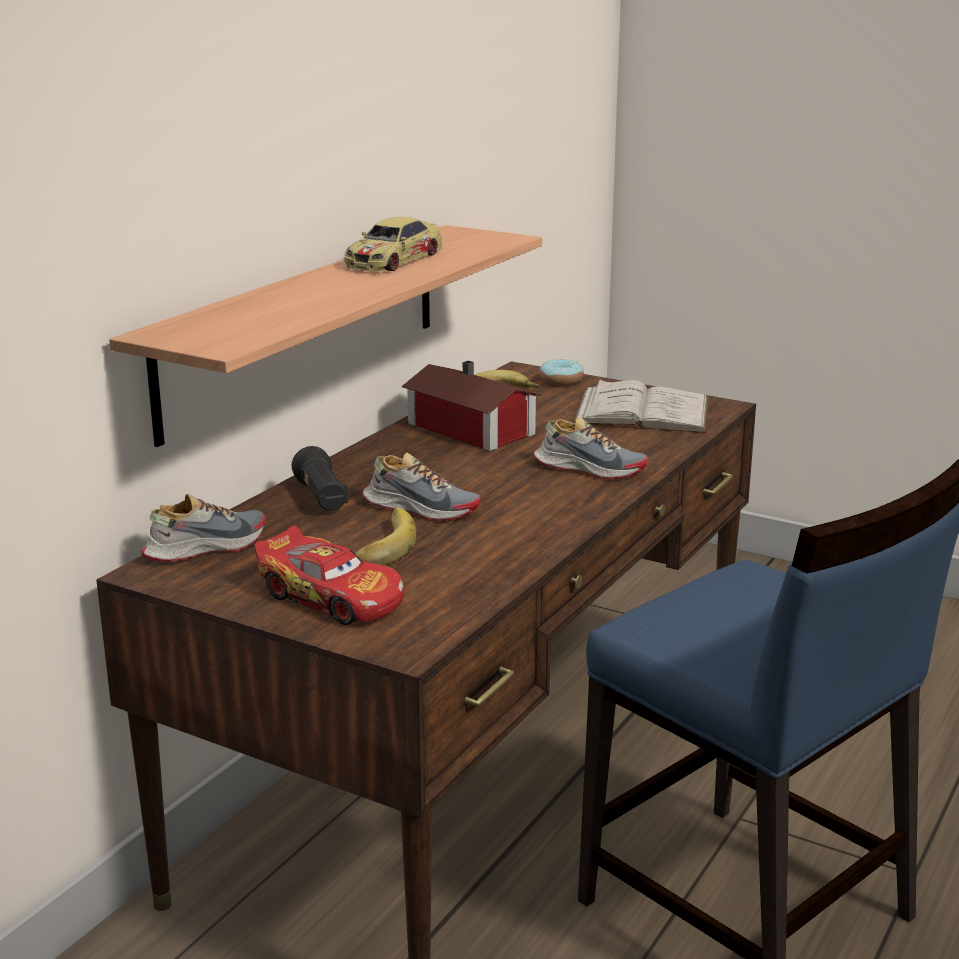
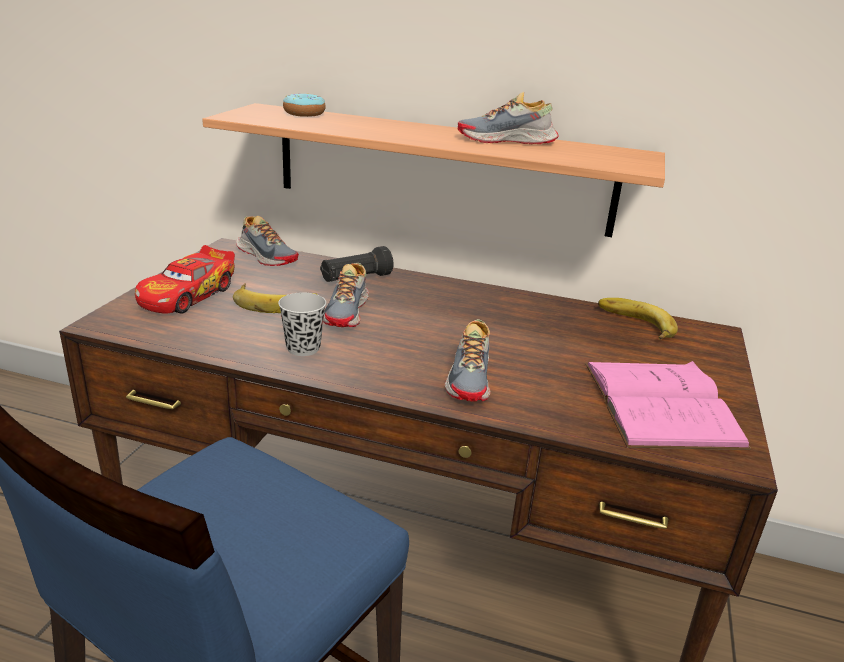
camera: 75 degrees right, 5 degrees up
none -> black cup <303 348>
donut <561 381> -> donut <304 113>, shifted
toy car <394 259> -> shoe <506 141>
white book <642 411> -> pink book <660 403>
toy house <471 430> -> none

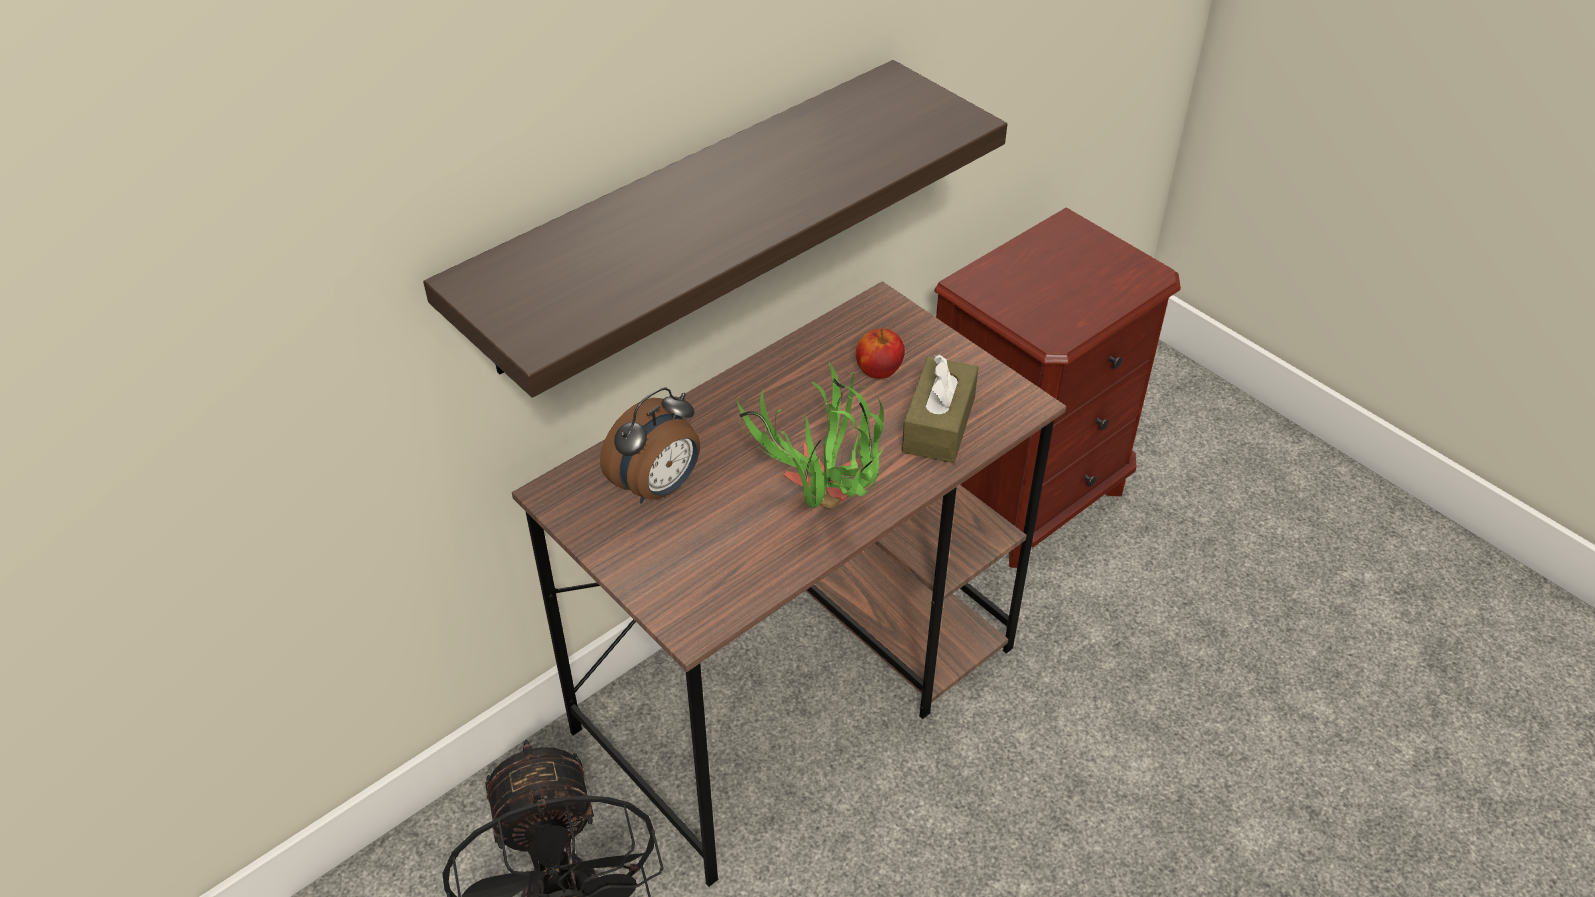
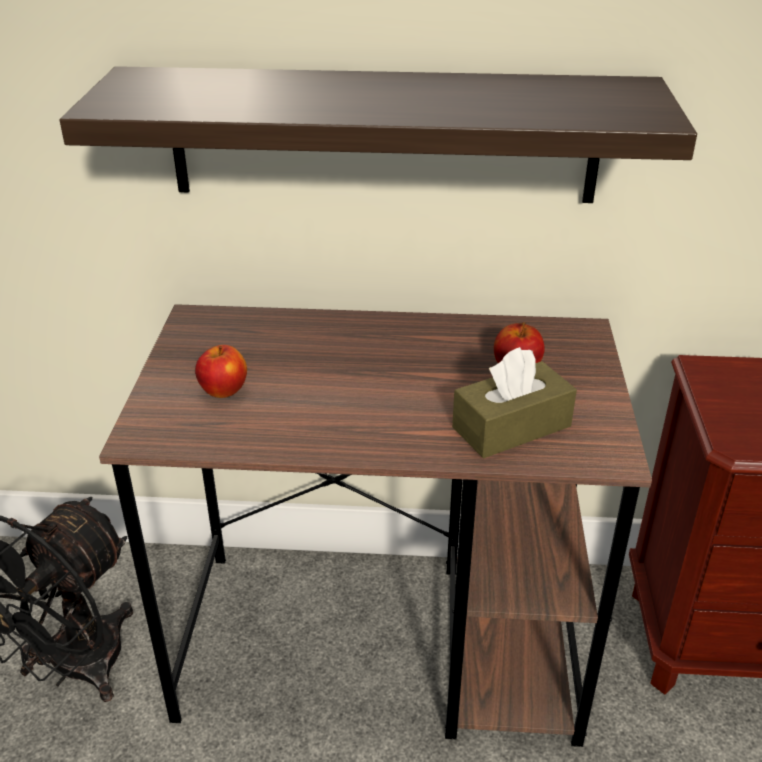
camera: 45 degrees right, 10 degrees down
none -> apple <223 391>
alarm clock <658 487> -> none
potted plant <822 515> -> none

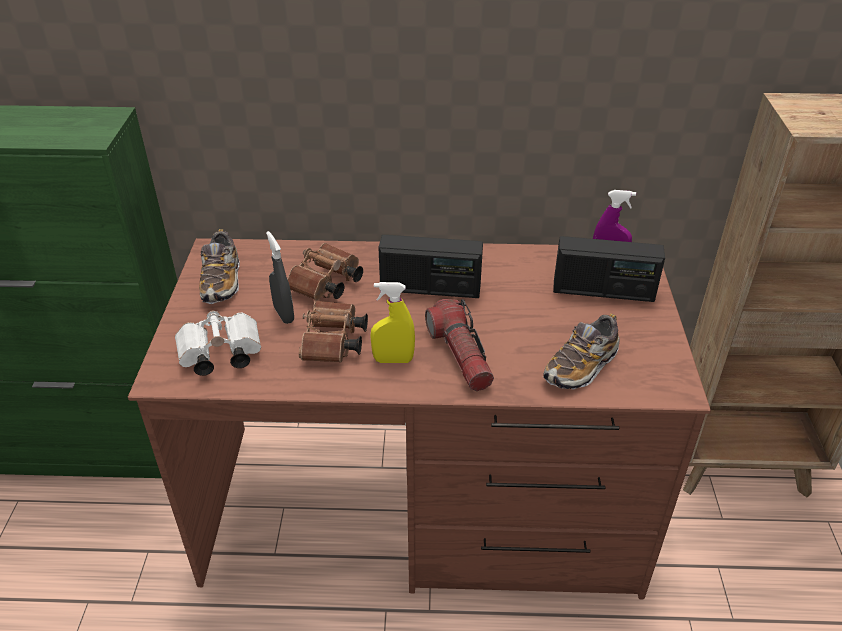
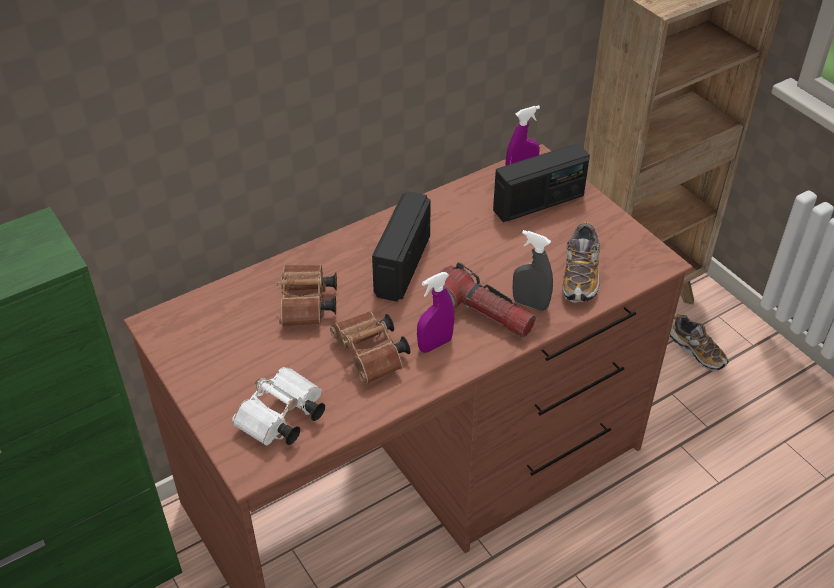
camera: 35 degrees left, 5 degrees up
radio <430 288> -> radio <401 265>, 135 degrees clockwise
yellow spray bottle <393 360> -> purple spray bottle <435 344>
grey spray bottle <284 314> -> grey spray bottle <530 304>, shifted
shoe <222 282> -> shoe <697 351>, shifted

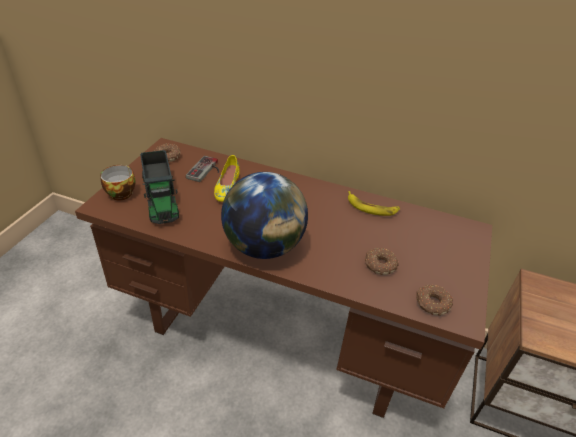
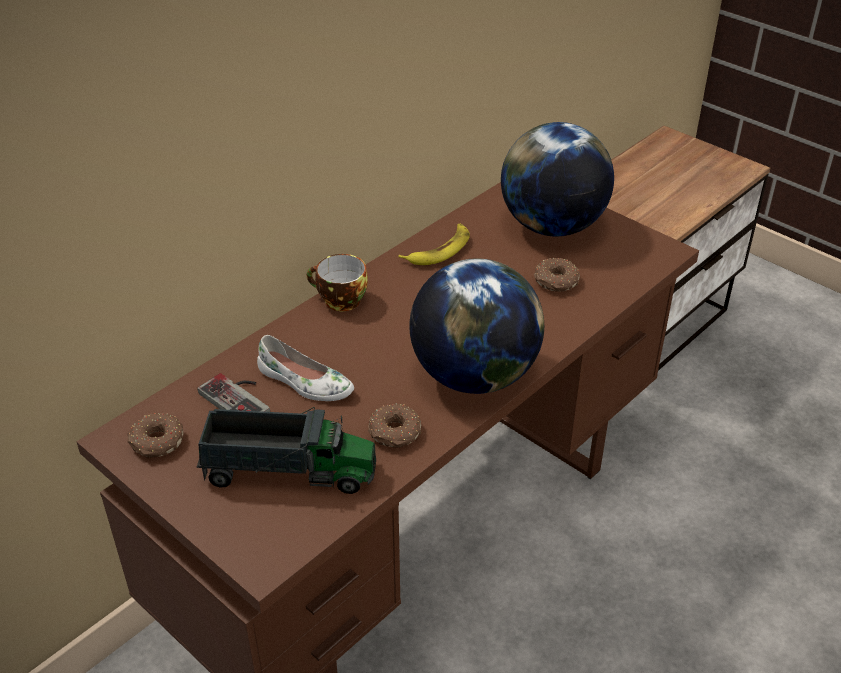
camera: 65 degrees left, 0 degrees up
yellow shoe <227 187> -> white shoe <304 382>
cup <120 192> -> cup <339 301>, shifted
donut <432 304> -> donut <394 433>, shifted
none -> globe <552 226>

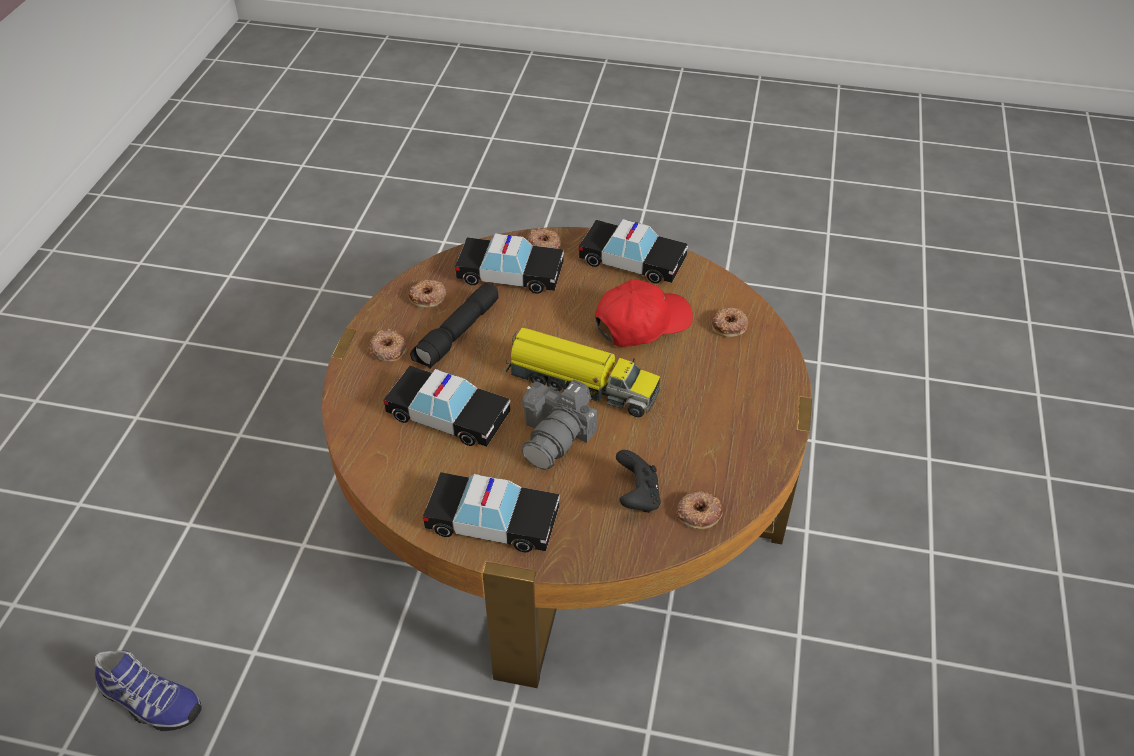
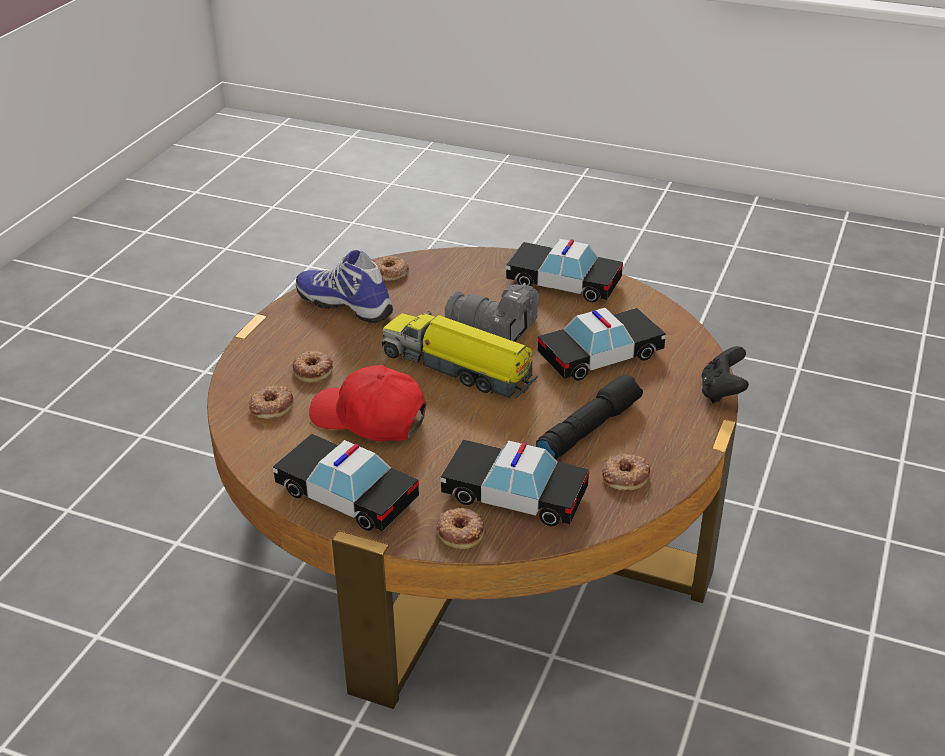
camera: 170 degrees left, 10 degrees down
donut <388 349> -> donut <313 370>, shifted
shoe <149 703> -> shoe <346 304>, shifted
red cap <641 323> -> red cap <369 418>, 45 degrees clockwise
photo camera <556 436> -> photo camera <495 330>, 105 degrees counterclockwise
toy car <448 416> -> toy car <600 355>, 120 degrees clockwise
black game controller <637 496> -> black game controller <721 392>, shifted

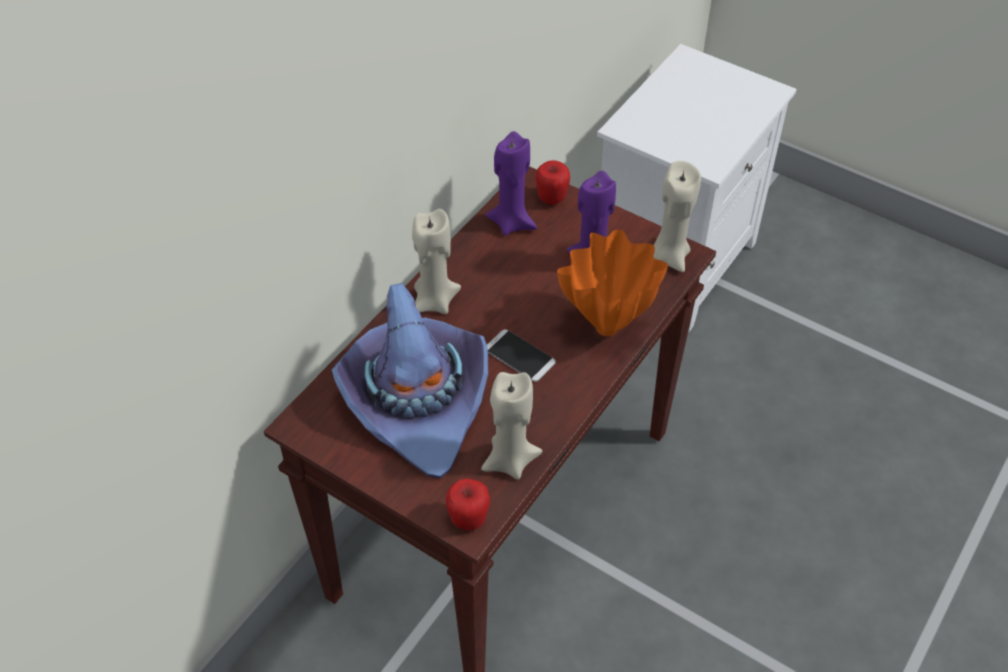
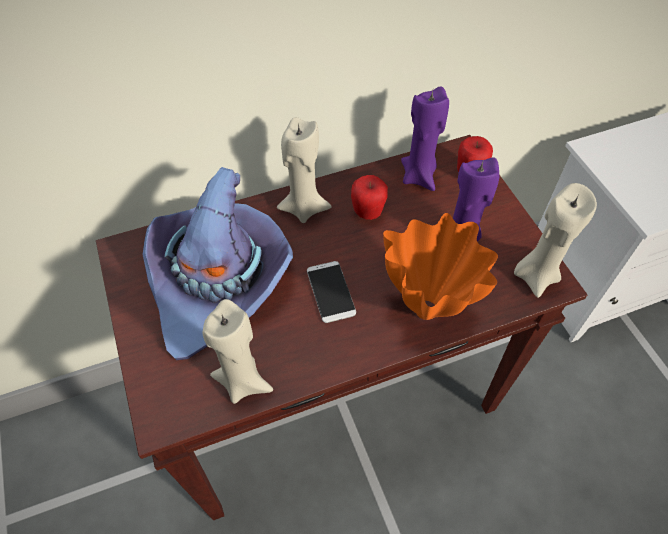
camera: 35 degrees right, 5 degrees up
apple <468 519> -> apple <368 212>, shifted

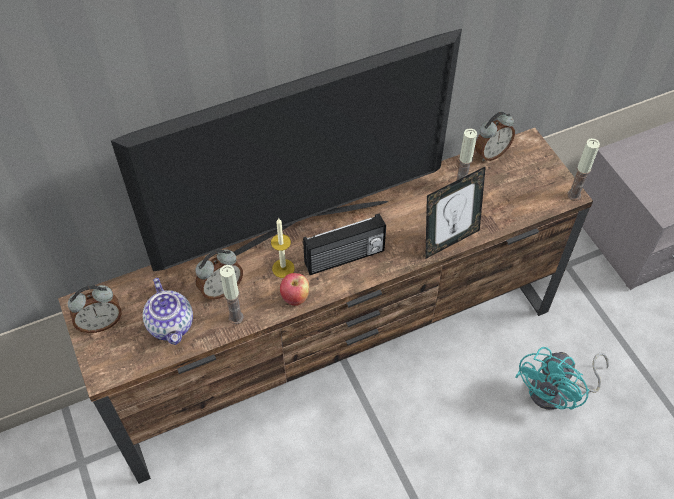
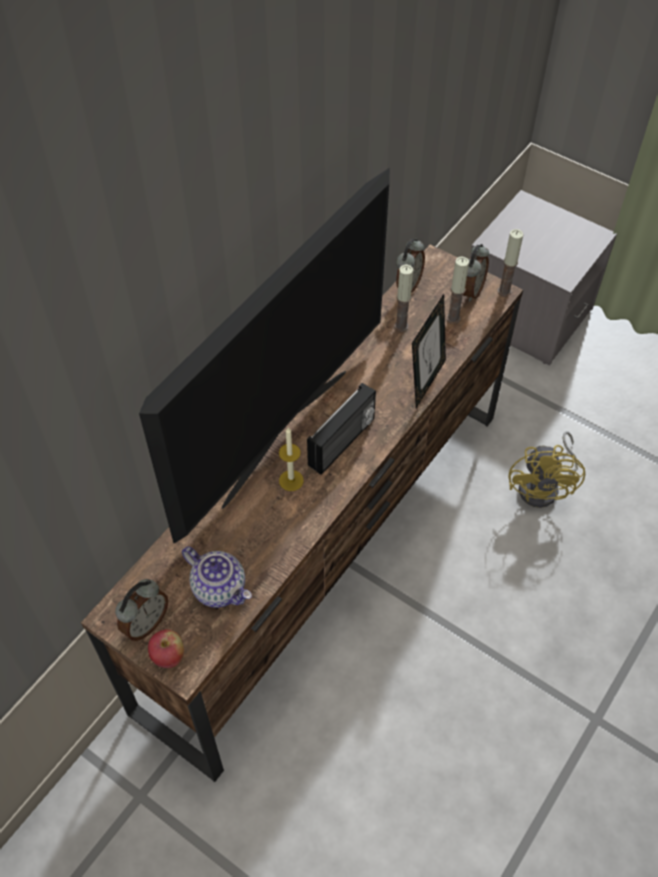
camera: 30 degrees left, 0 degrees up
apple <295 297> -> apple <168 656>, shifted
candle <236 317> -> candle <453 318>, shifted
alarm clock <221 289> -> alarm clock <471 290>, shifted
turquoise fan <556 392> -> yellow fan <544 487>

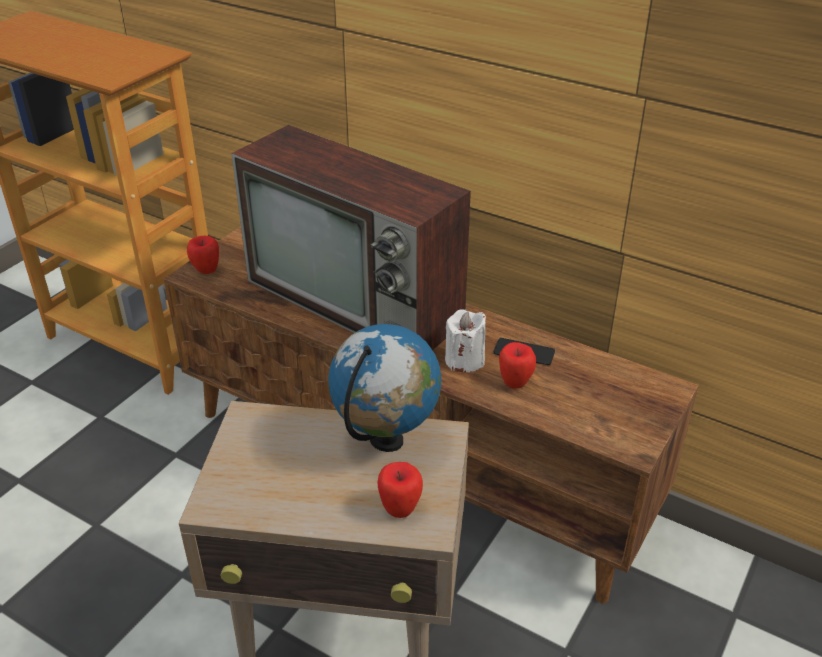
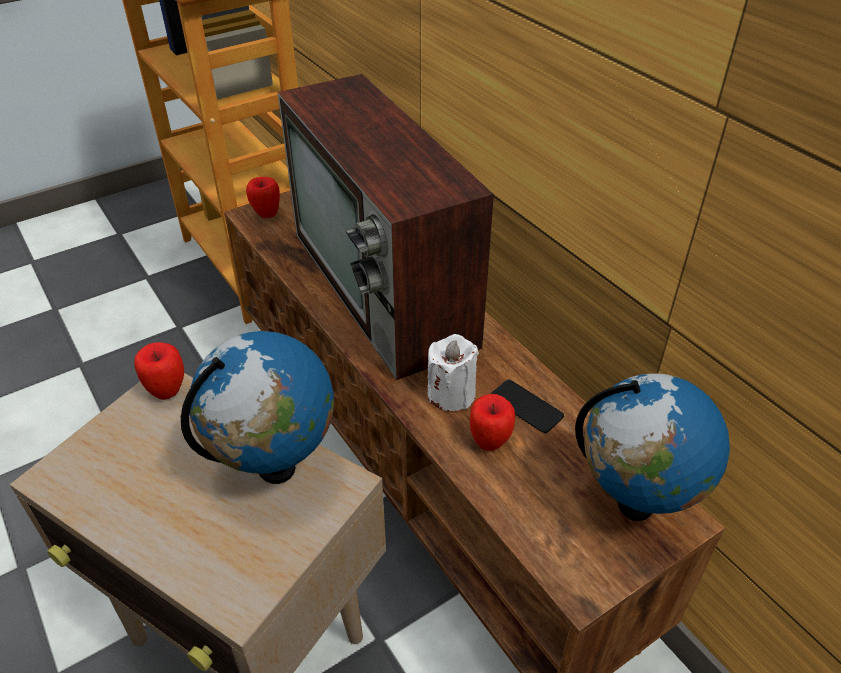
camera: 25 degrees right, 5 degrees up
apple <400 509> -> apple <167 391>, shifted
none -> globe <635 503>

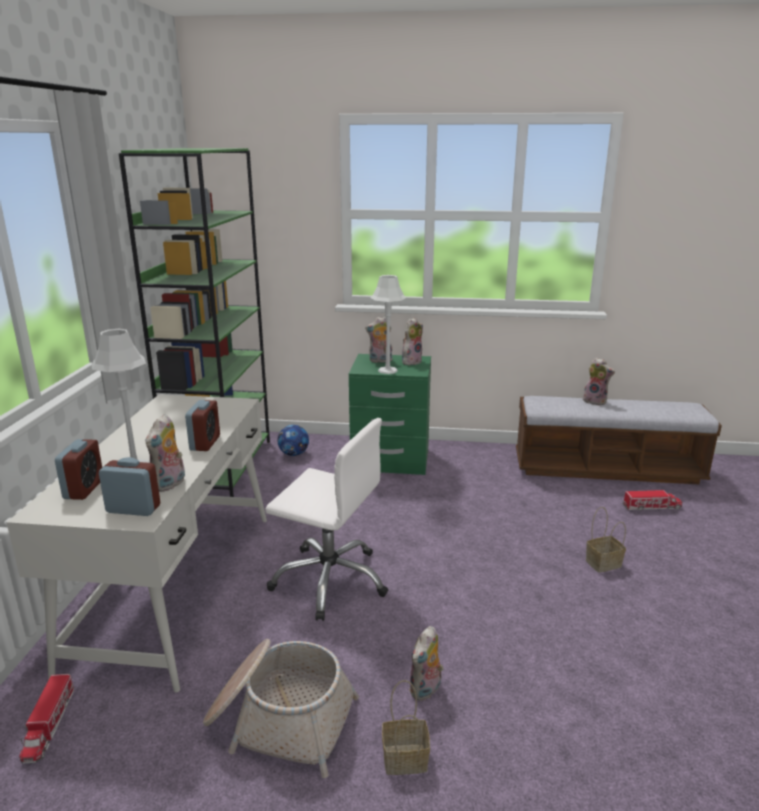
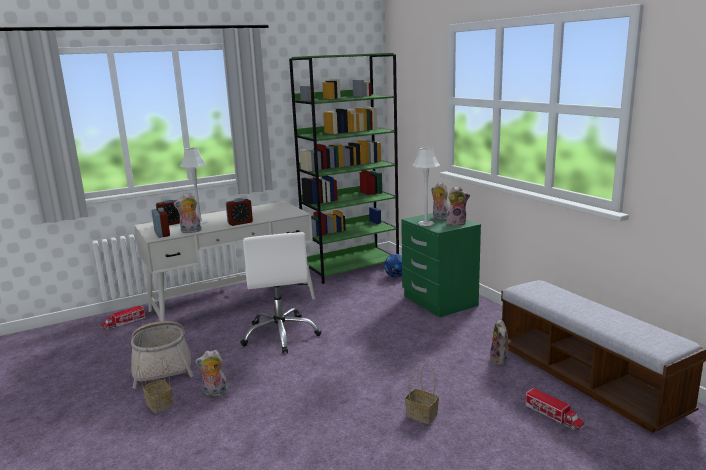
camera: 55 degrees right, 5 degrees down
plush toy <595 401> -> plush toy <500 360>, shifted

